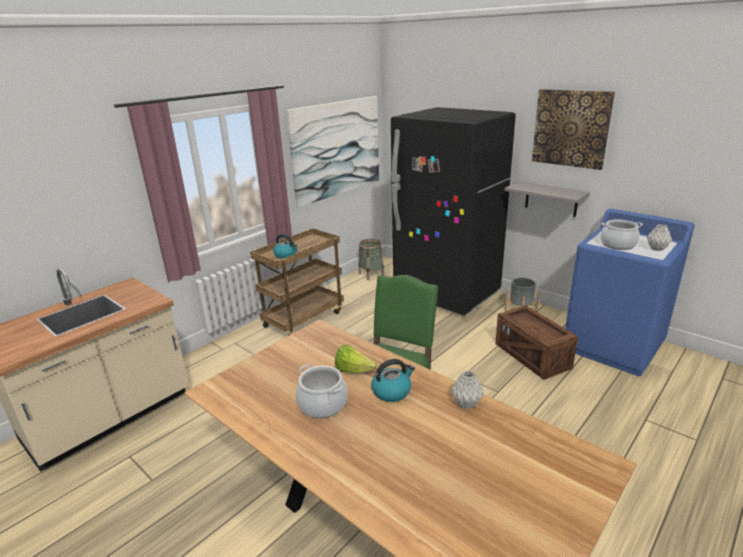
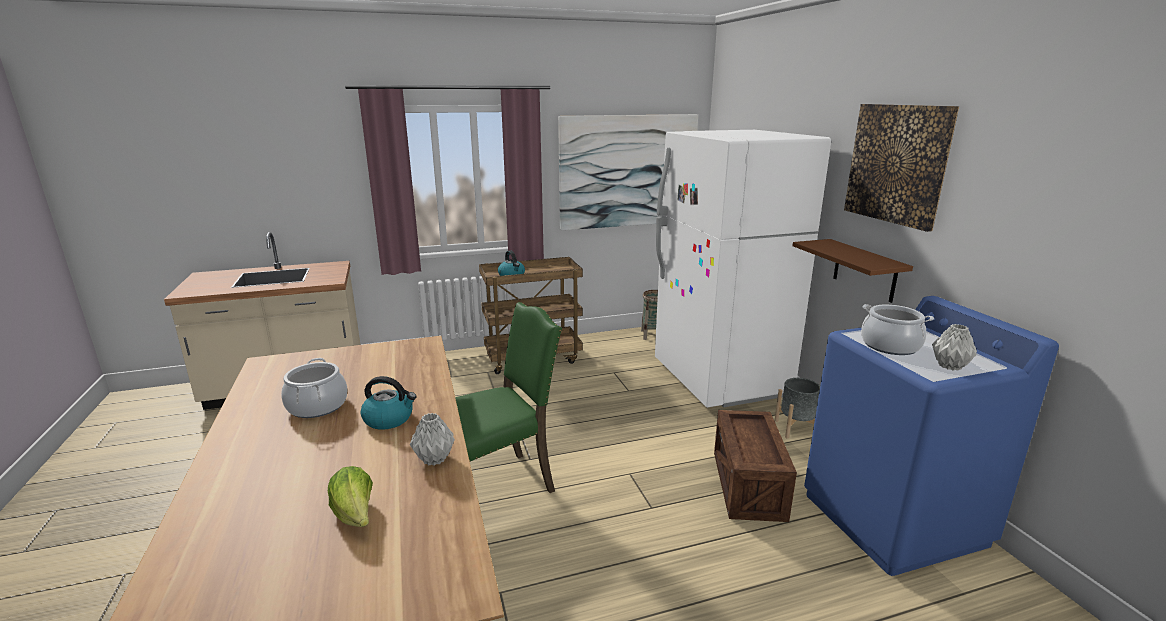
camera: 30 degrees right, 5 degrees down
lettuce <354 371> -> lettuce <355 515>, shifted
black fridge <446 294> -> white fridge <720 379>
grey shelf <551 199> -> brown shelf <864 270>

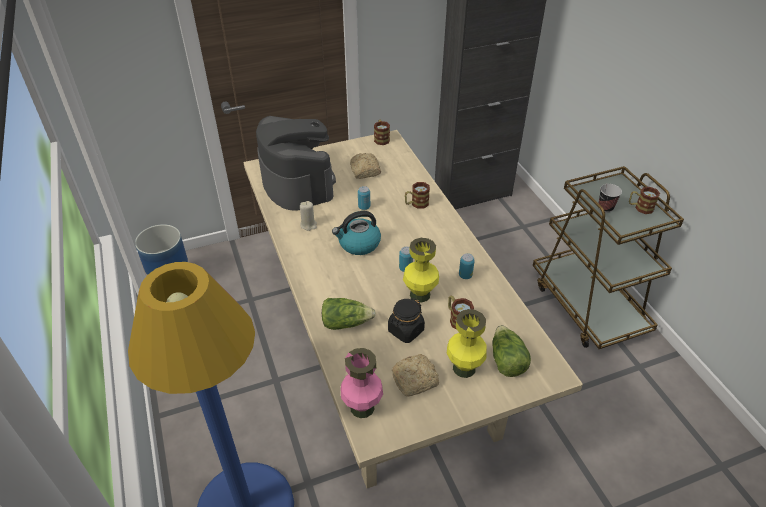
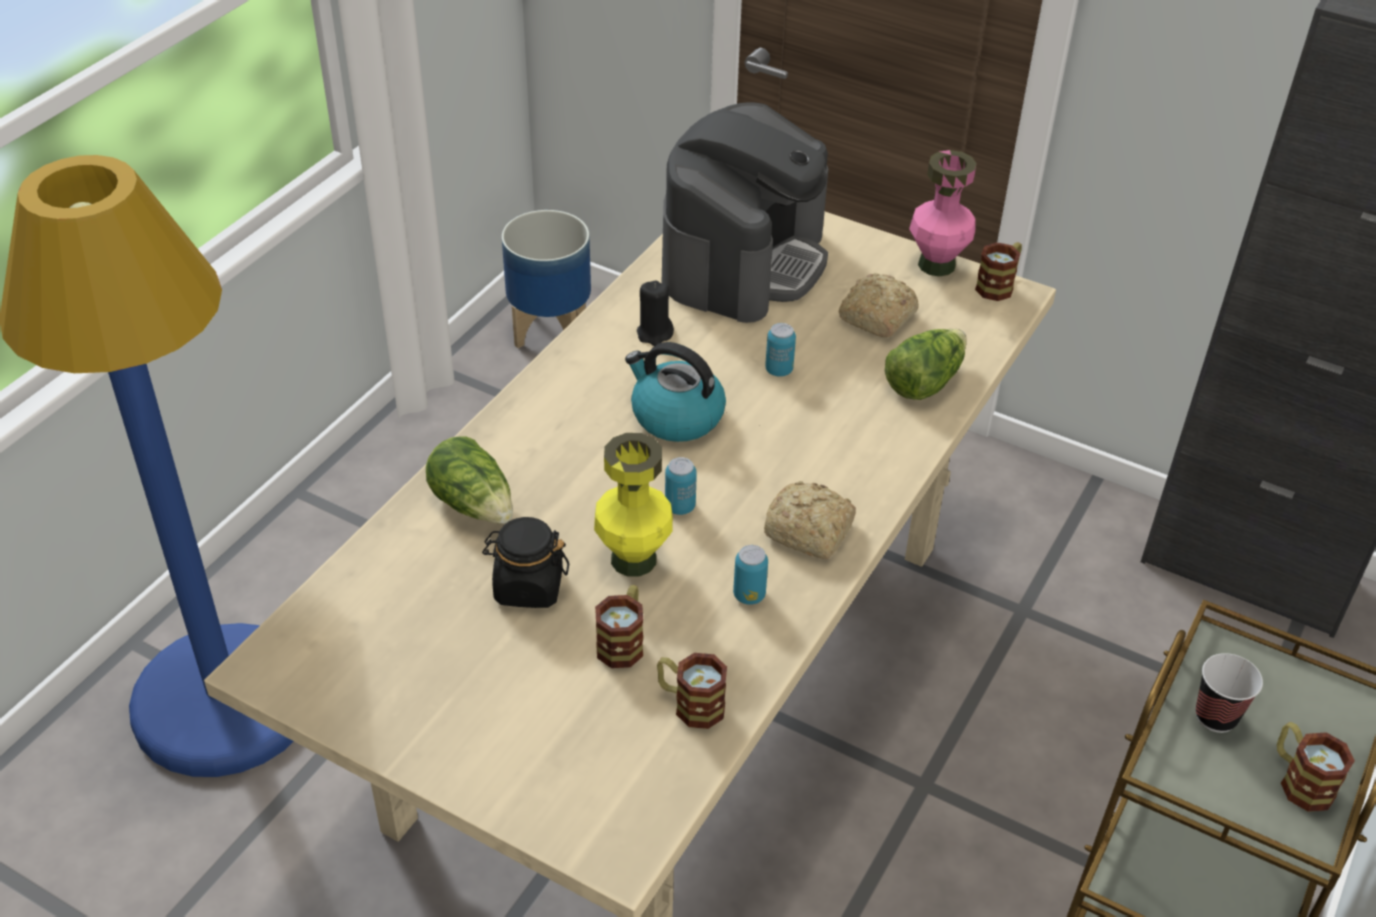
camera: 50 degrees right, 0 degrees up
beige candle <308 225> -> black candle <654 334>
mug <416 204> -> mug <690 704>, shifted
bread <416 380> -> bread <810 532>, shifted
lettuce <506 360> -> lettuce <924 381>, shifted
pink vase <362 408> -> pink vase <936 265>, shifted
yellow vase <464 368> -> none

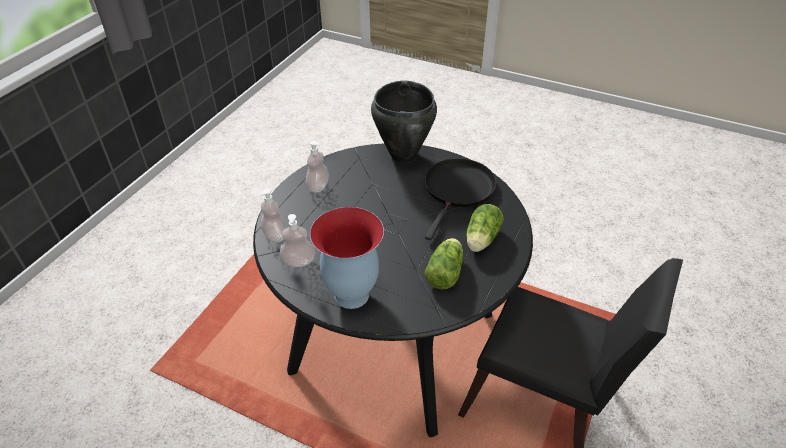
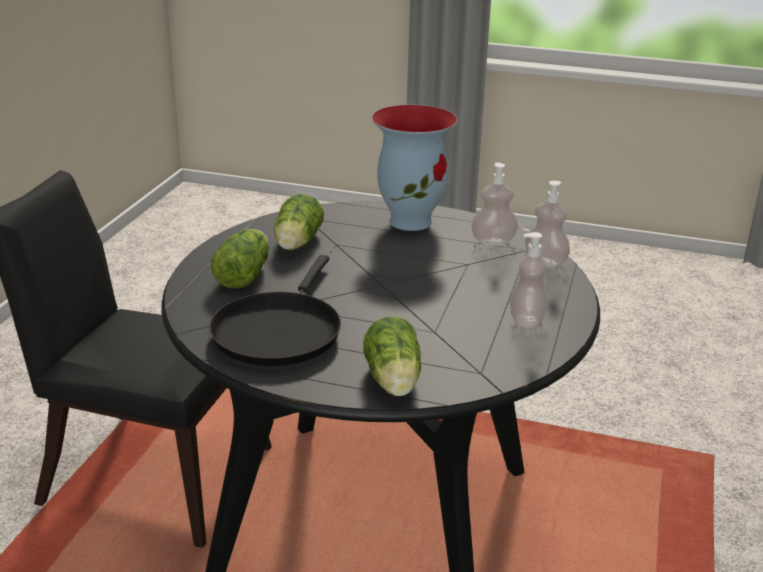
camera: 170 degrees right, 15 degrees down
black cooking pot <402 155> -> lettuce <393 381>

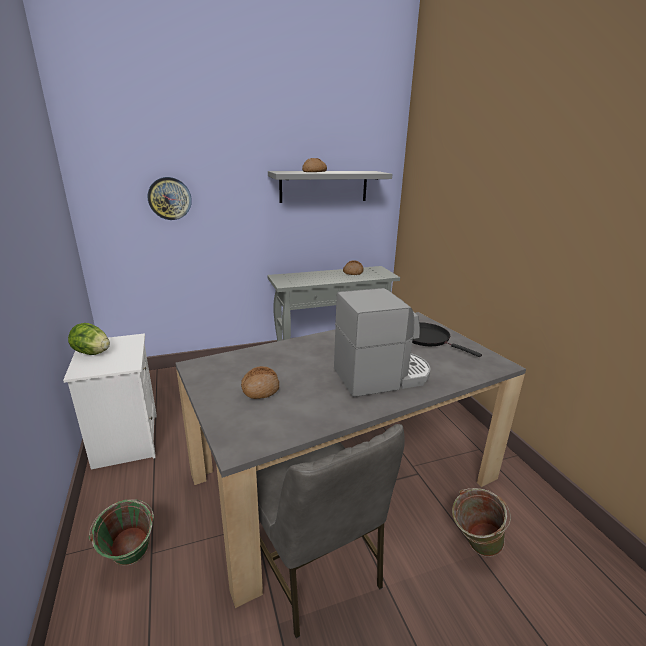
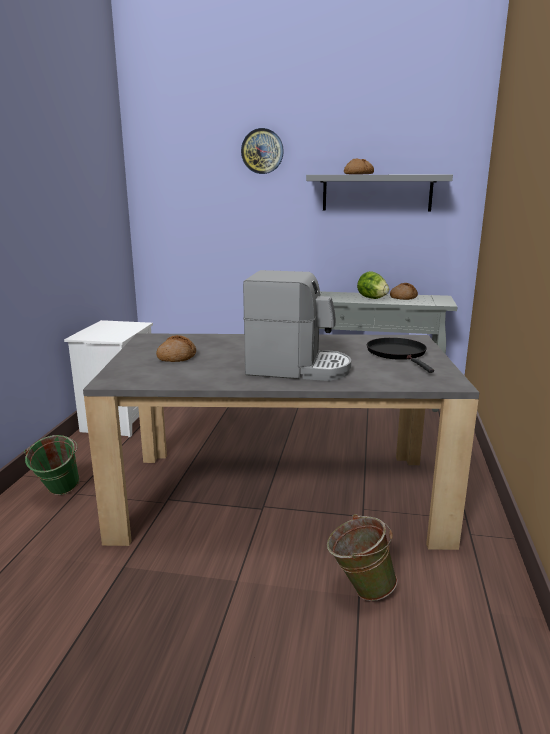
camera: 30 degrees right, 5 degrees down
wall clock <169 198> -> wall clock <262 151>, shifted
lettuce <92 353> -> lettuce <372 298>, shifted
grey chair <314 564> -> none

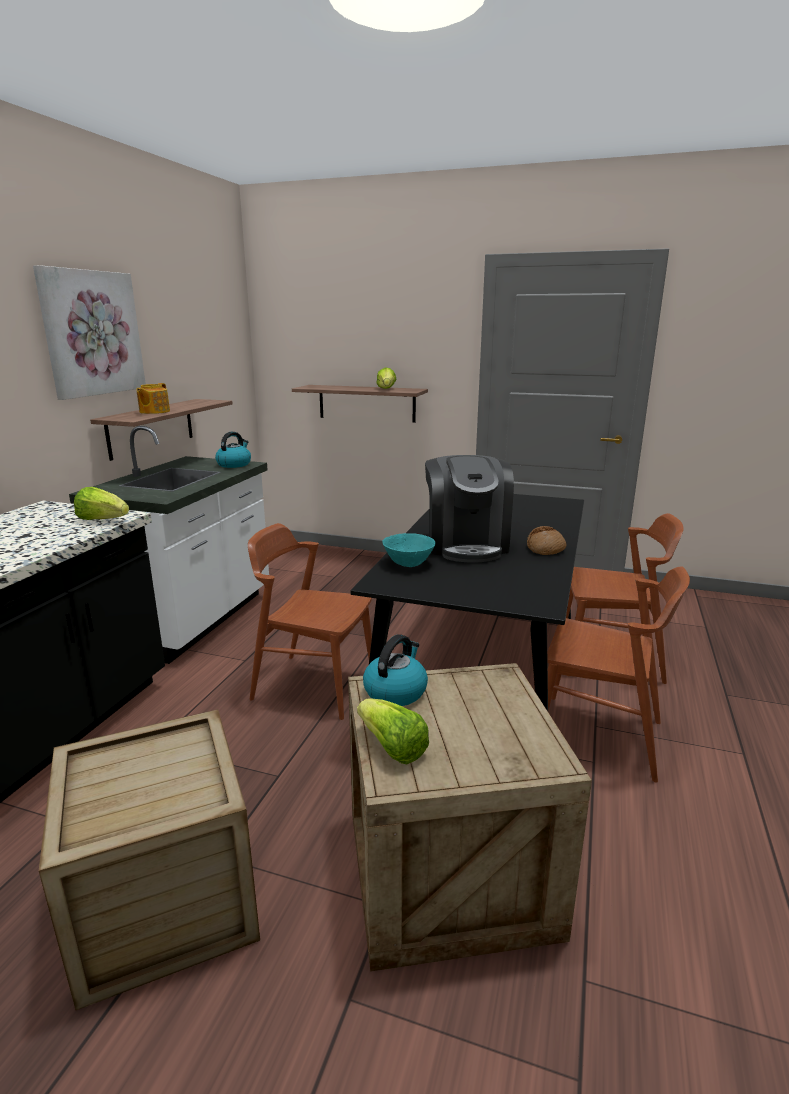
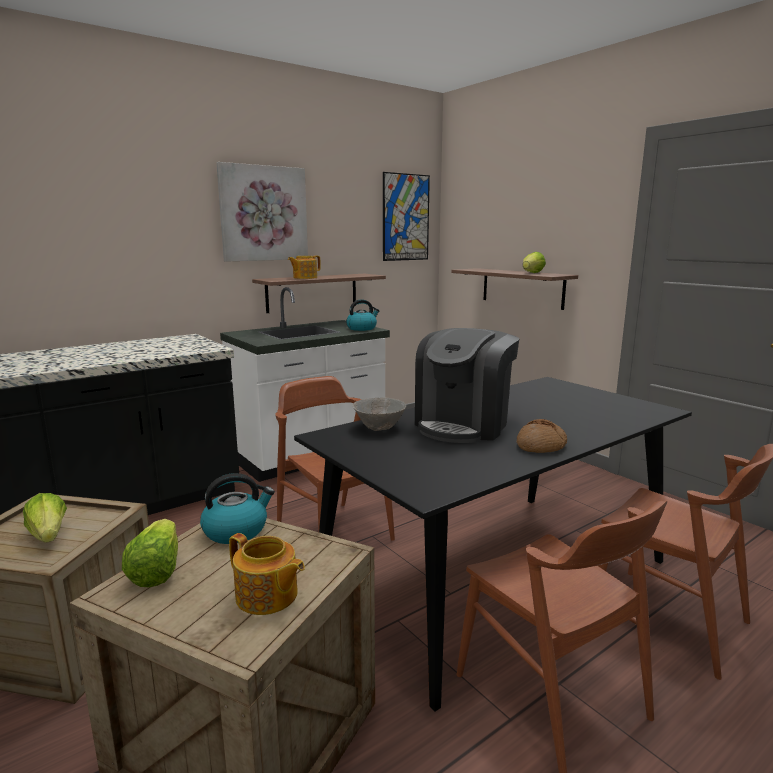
camera: 35 degrees right, 5 degrees down
lettuce <103 520> -> lettuce <49 535>, shifted
none -> teapot <267 596>
turquoise bowl <408 563> -> grey bowl <379 427>
none -> picture <405 217>

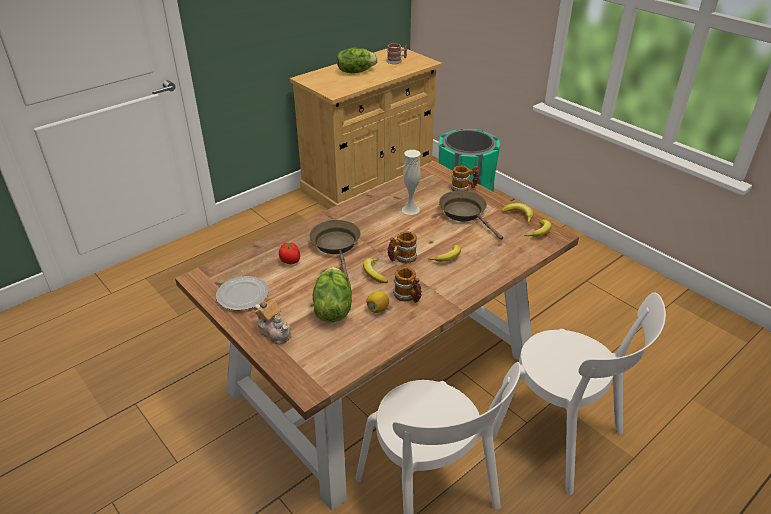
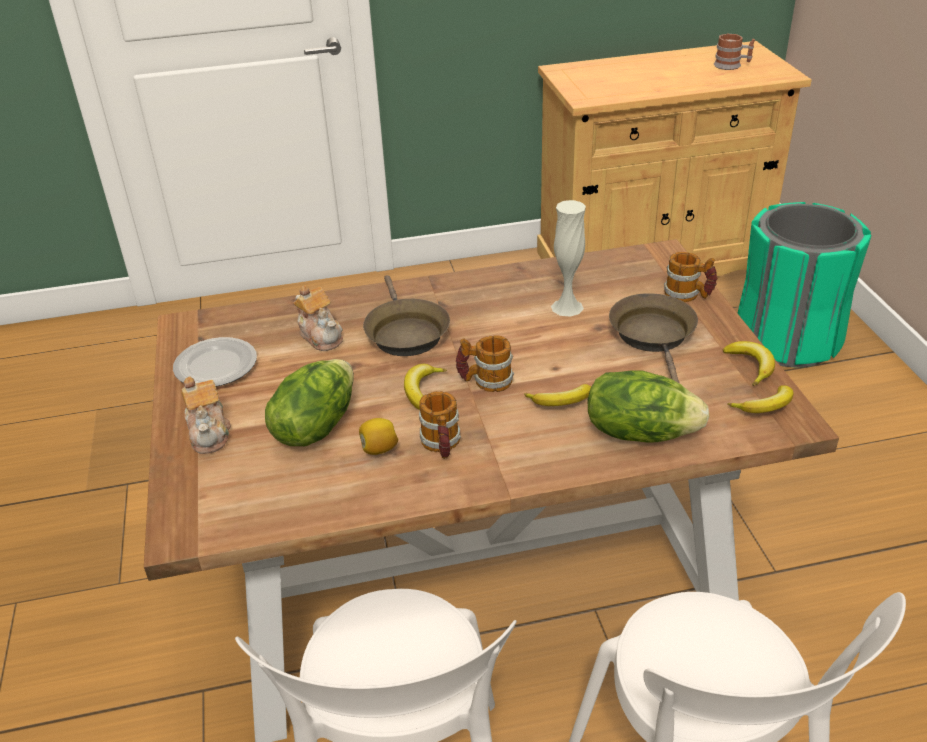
camera: 30 degrees right, 0 degrees up
tomato <290 260> -> teapot <321 335>
brown frying pan <337 246> -> brown frying pan <405 332>, 150 degrees clockwise
lettuce <355 71> -> lettuce <640 432>, shifted

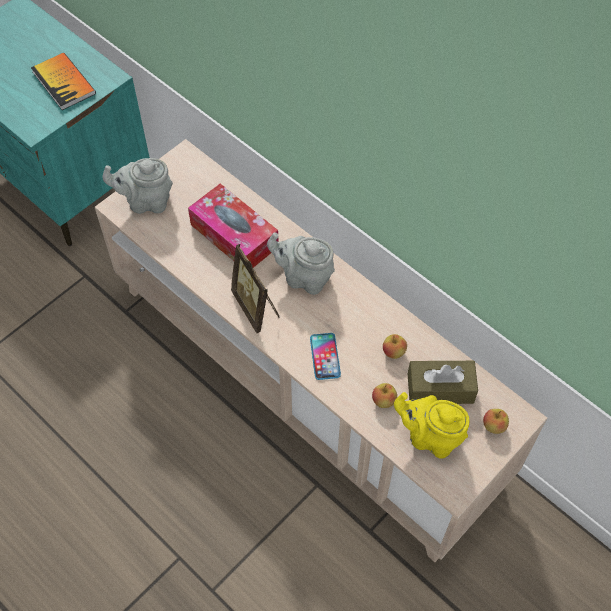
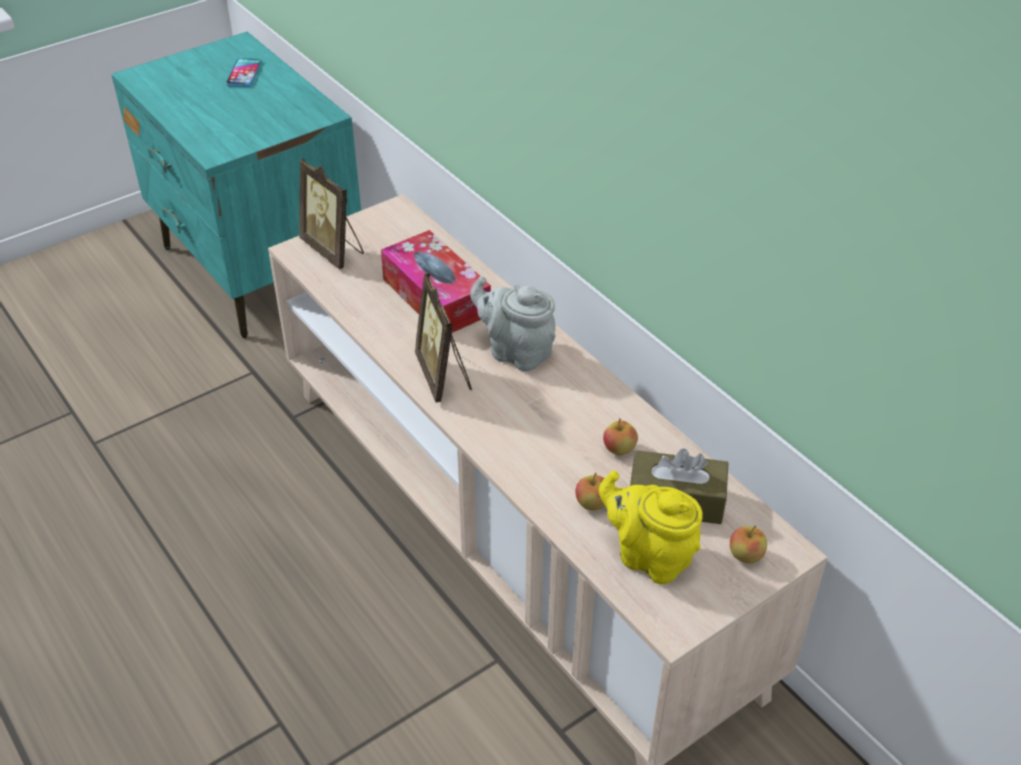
camera: 10 degrees right, 15 degrees down
phone <325 356> -> phone <244 73>, shifted
grey teapot <146 202> -> picture frame <334 250>
book <64 82> -> none

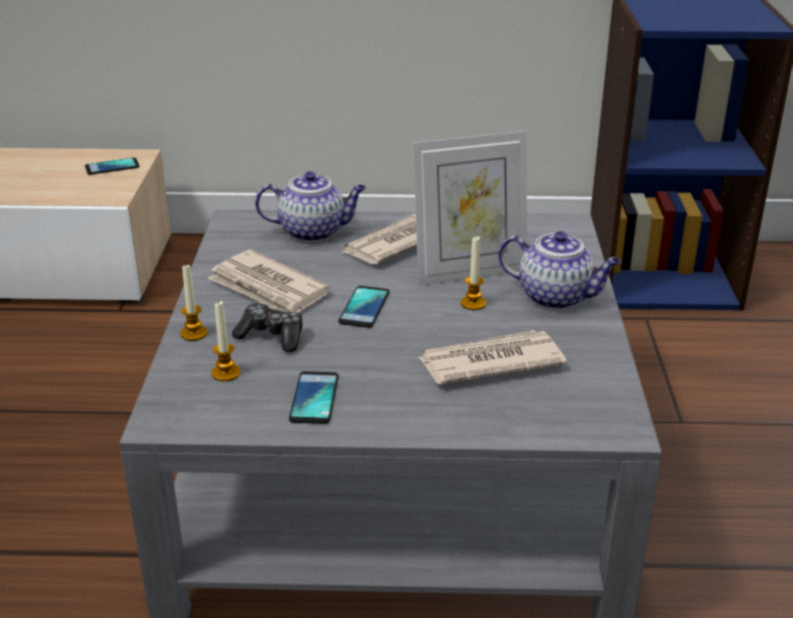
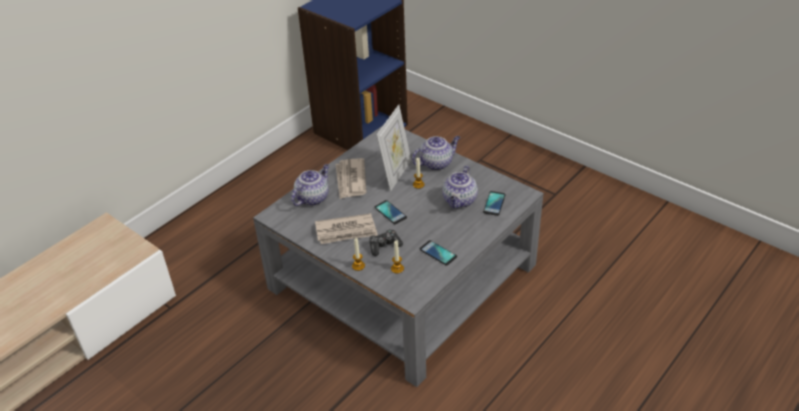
camera: 50 degrees left, 10 degrees up
newspaper <489 362> -> teapot <460 201>
phone <112 167> -> phone <494 204>, shifted

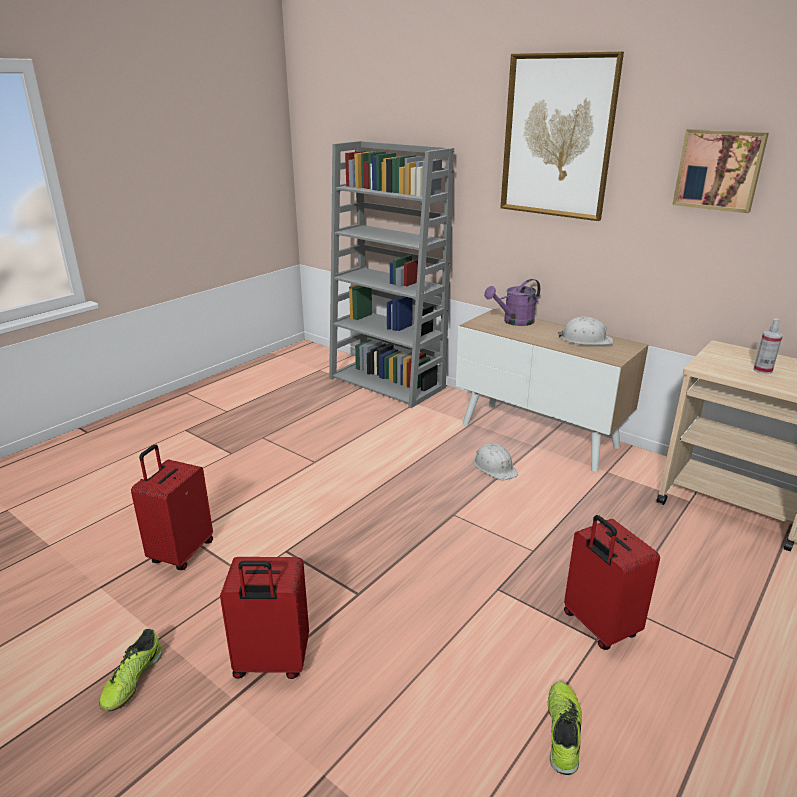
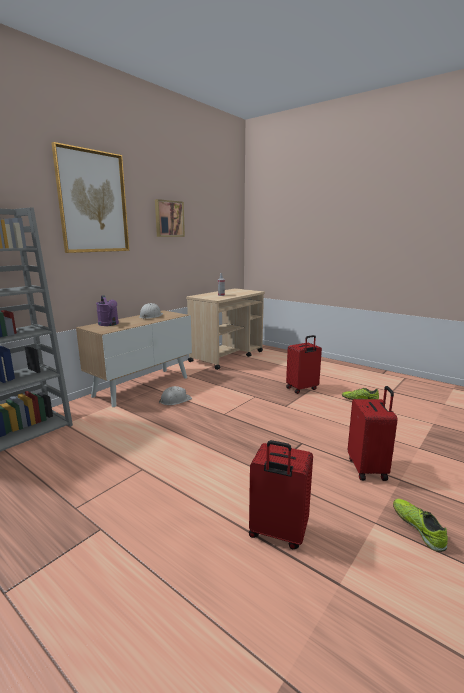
camera: 90 degrees left, 10 degrees down
shoe <132 680> -> shoe <418 528>, 120 degrees counterclockwise

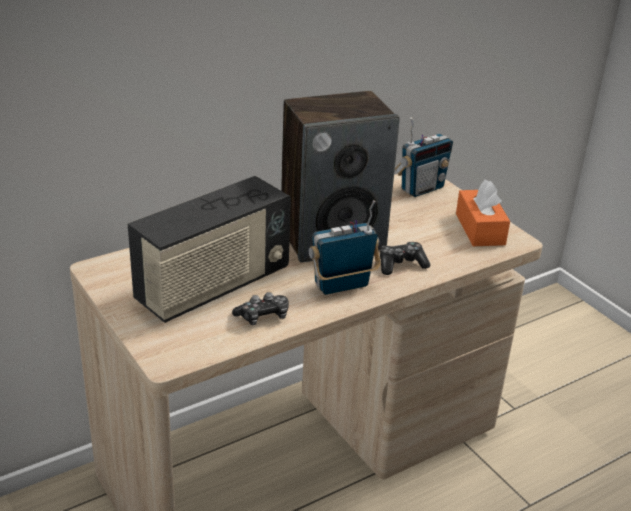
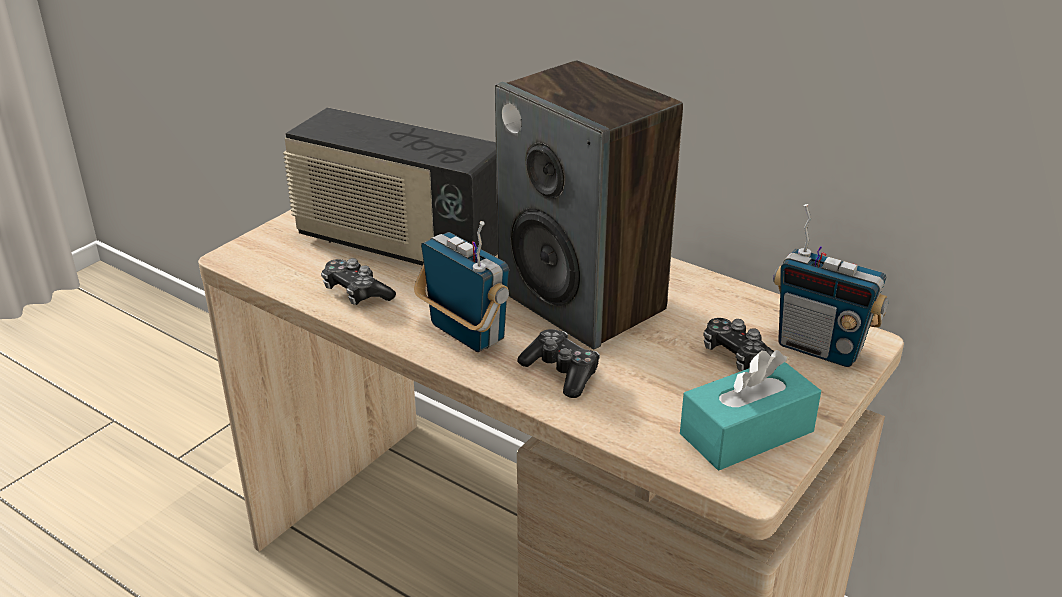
camera: 70 degrees right, 0 degrees up
orange tissue box <480 229> -> turquoise tissue box <746 433>
none -> game controller <738 356>

